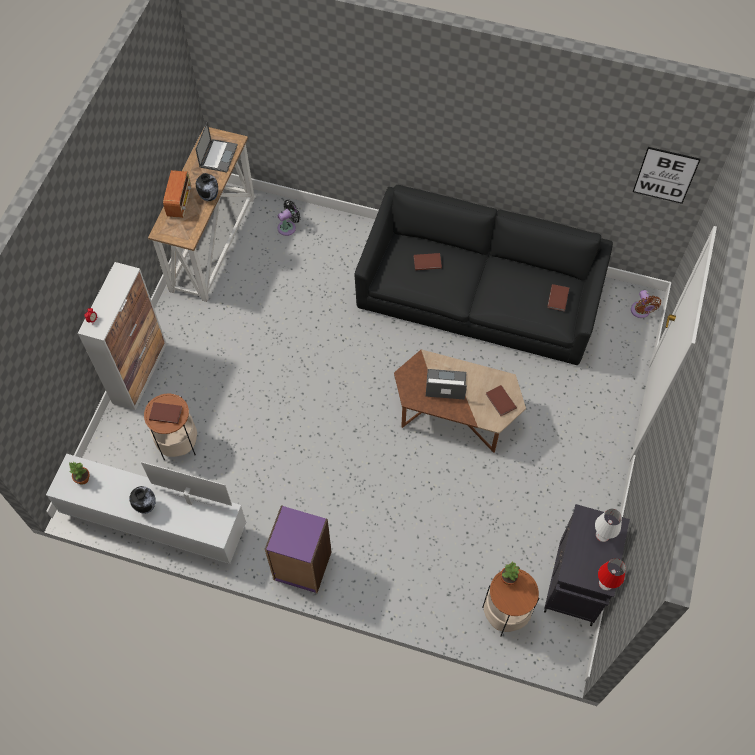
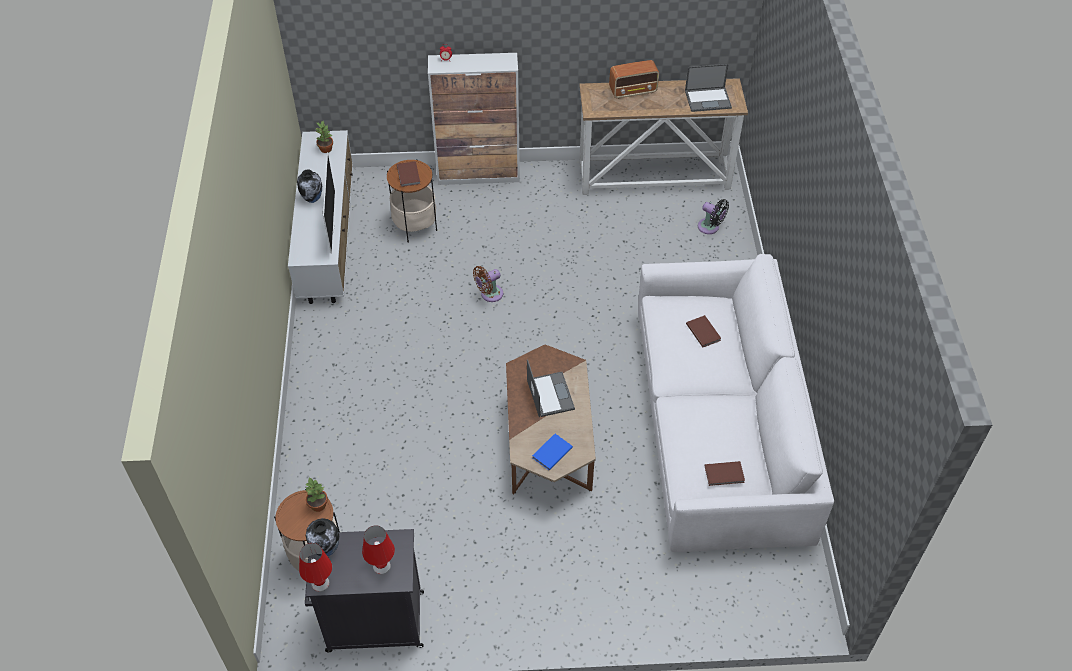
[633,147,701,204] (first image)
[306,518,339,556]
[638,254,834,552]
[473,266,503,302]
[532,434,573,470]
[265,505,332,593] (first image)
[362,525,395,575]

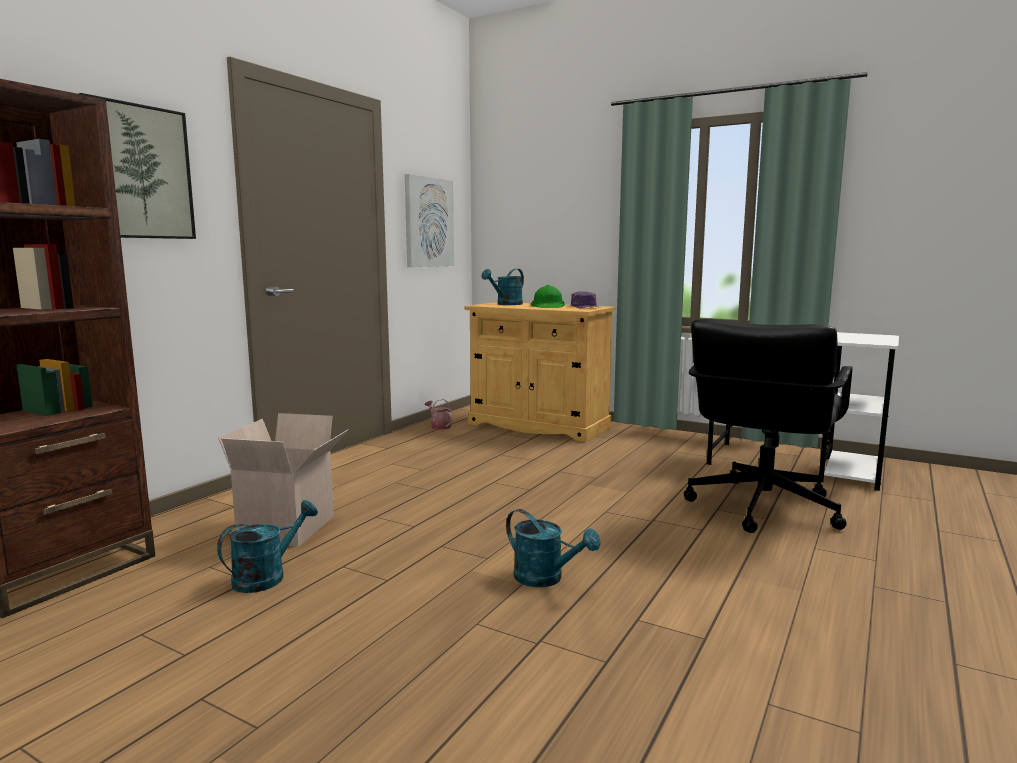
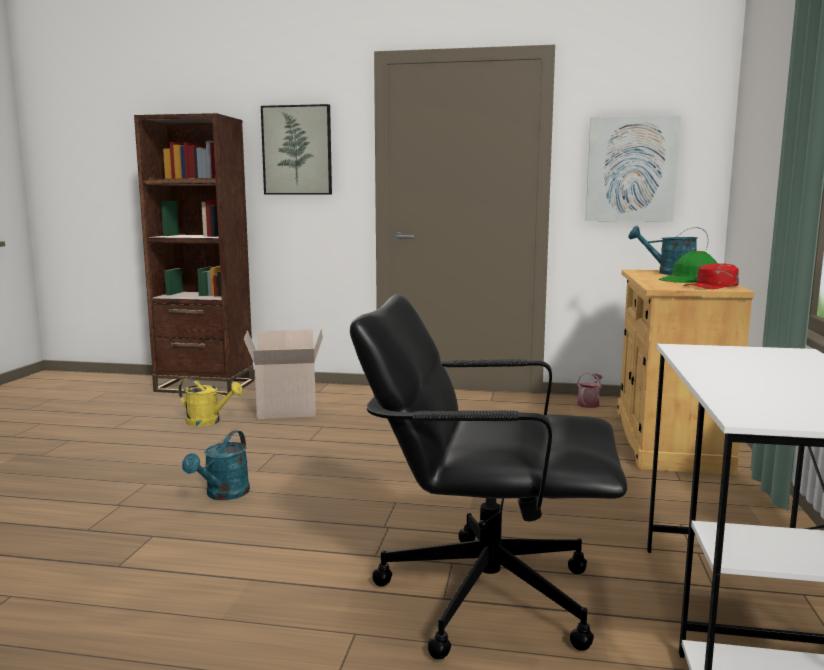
[683,263,739,289]
[178,378,243,426]

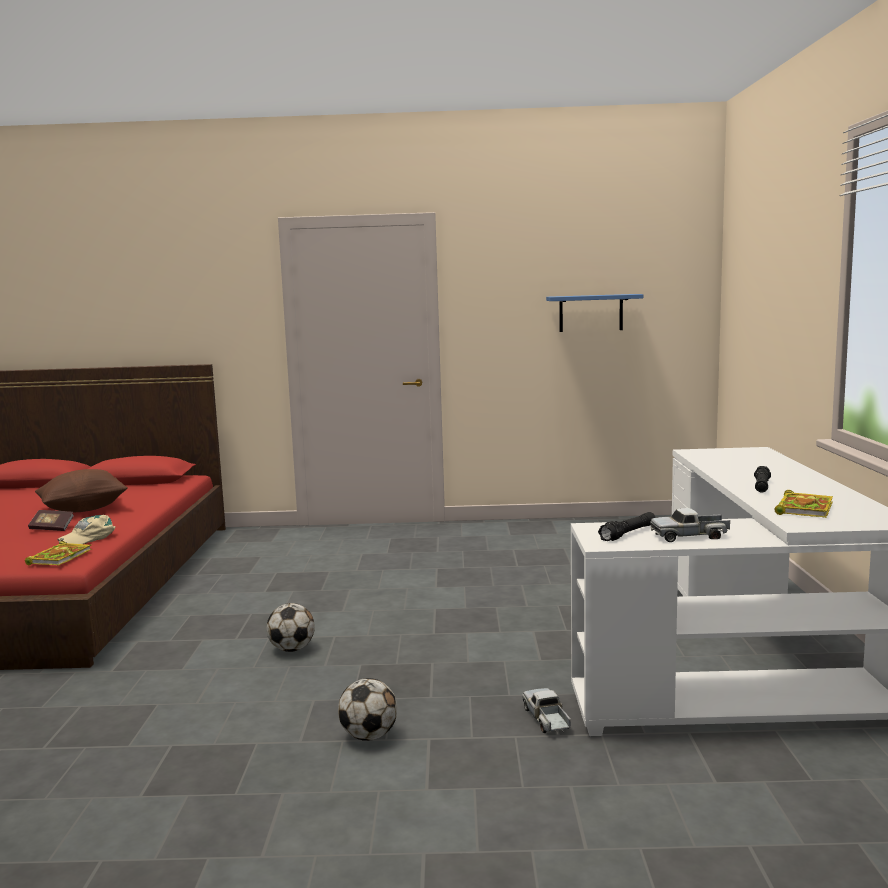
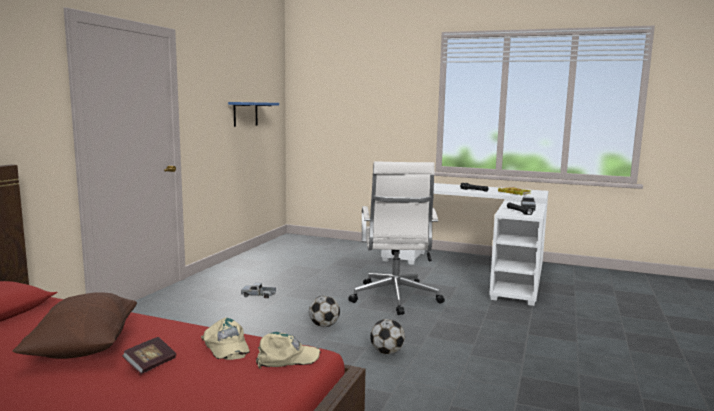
[256,332,321,369]
[309,295,340,327]
[241,283,276,298]
[349,161,445,315]

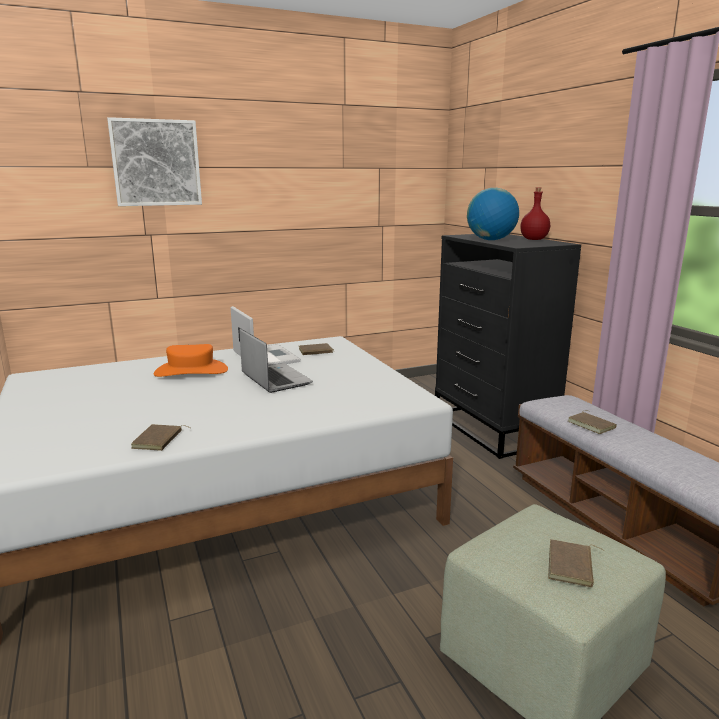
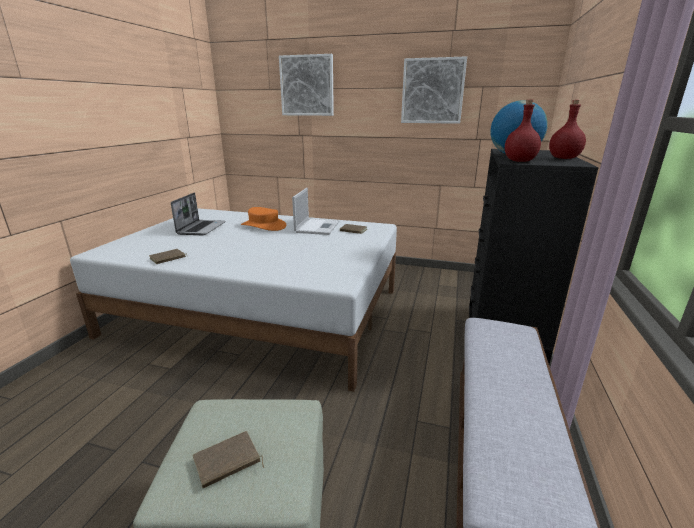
[171,193,226,235]
[568,411,617,434] (first image)
[401,56,467,124]
[505,100,541,162]

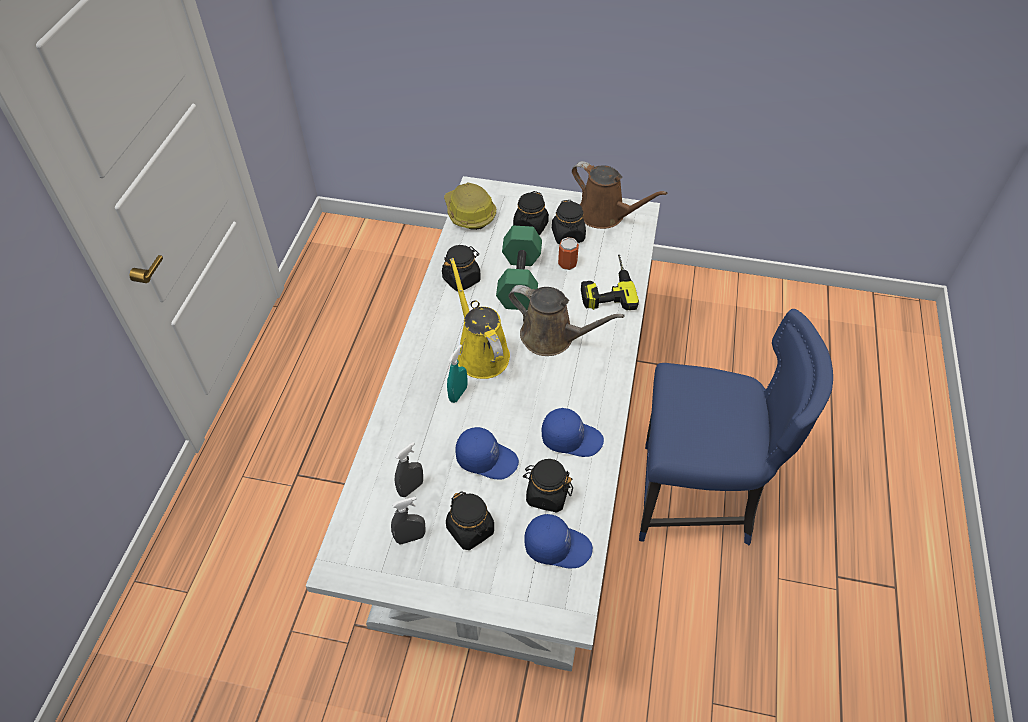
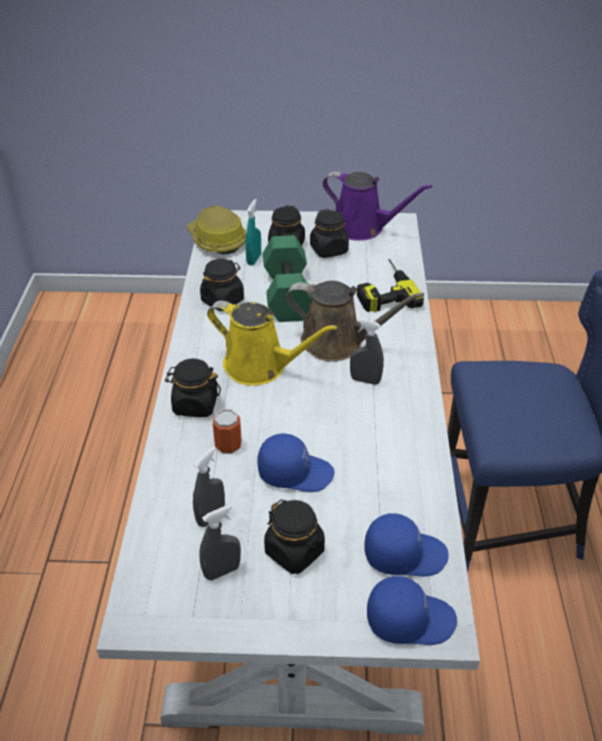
[323,171,432,241]
[213,409,242,454]
[207,301,338,386]
[245,199,261,265]
[367,576,457,645]
[165,359,221,417]
[350,319,384,385]

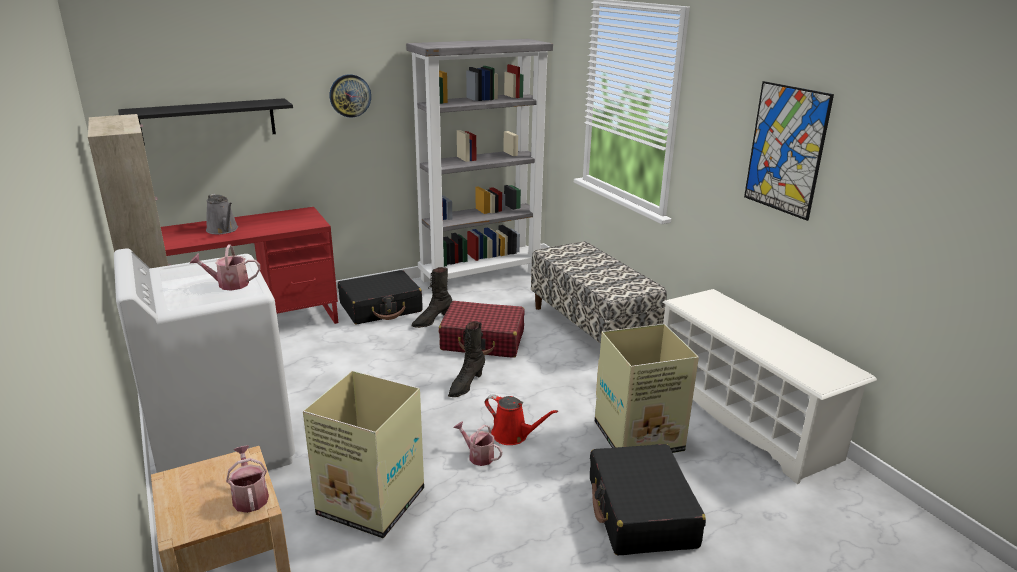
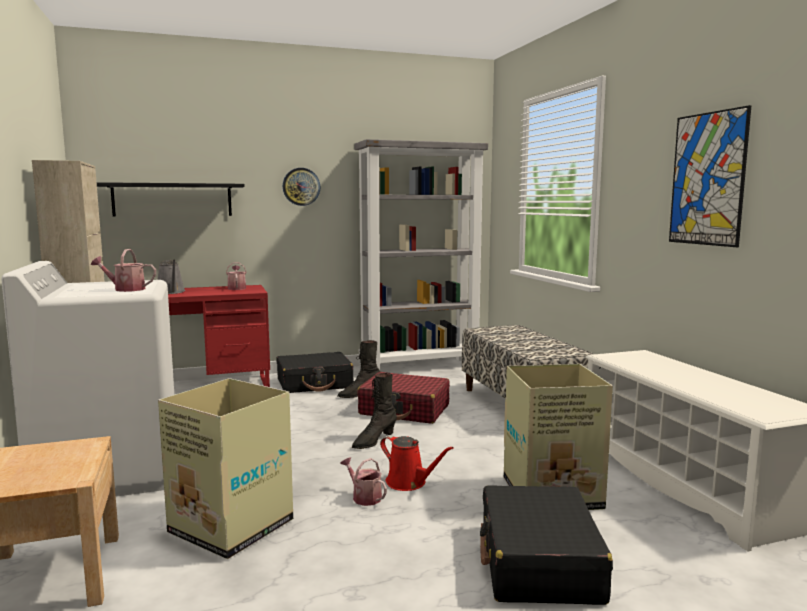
[226,263,247,290]

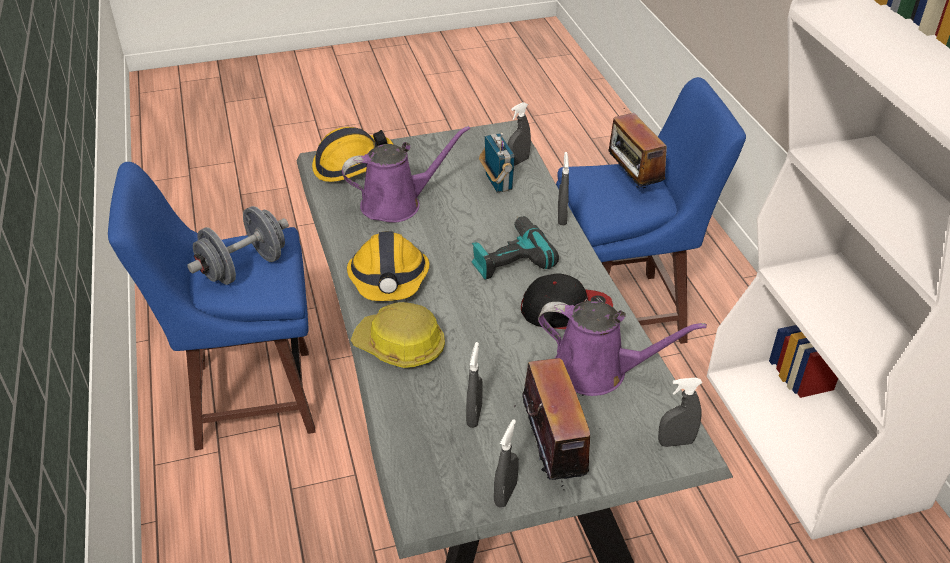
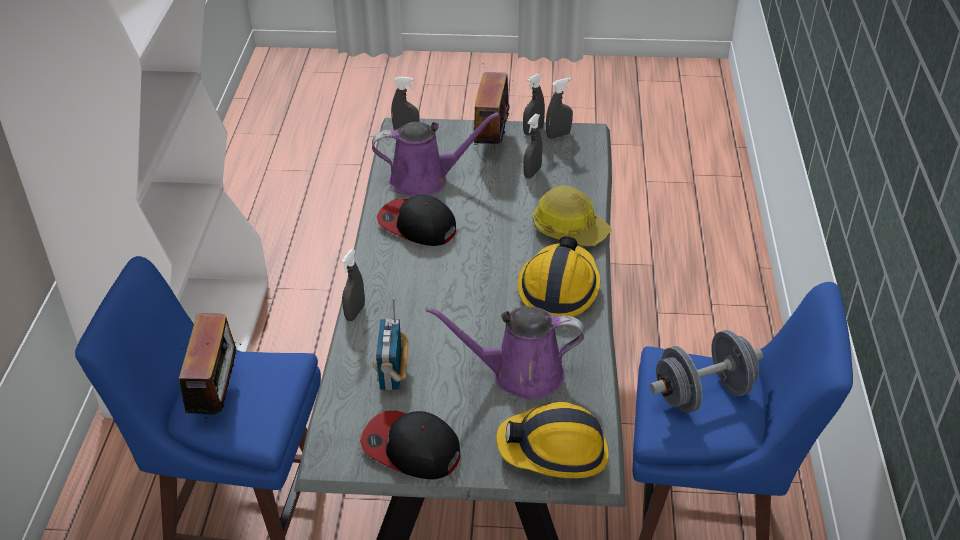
[546,77,573,139]
[472,216,559,280] (first image)
[372,113,499,197]
[360,411,460,479]

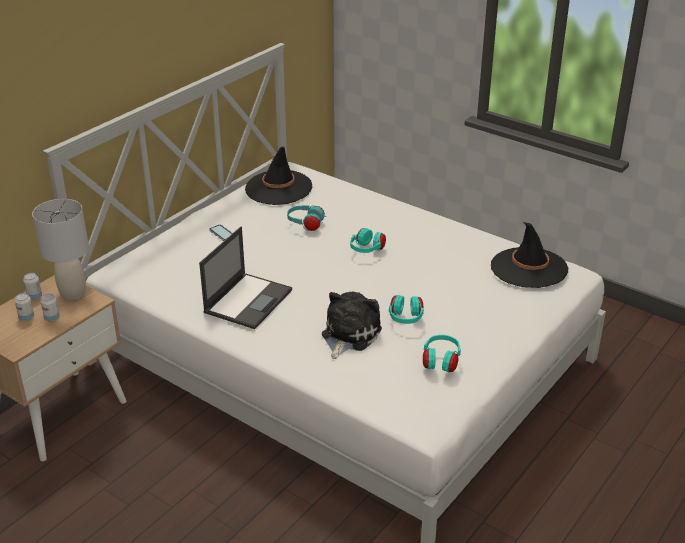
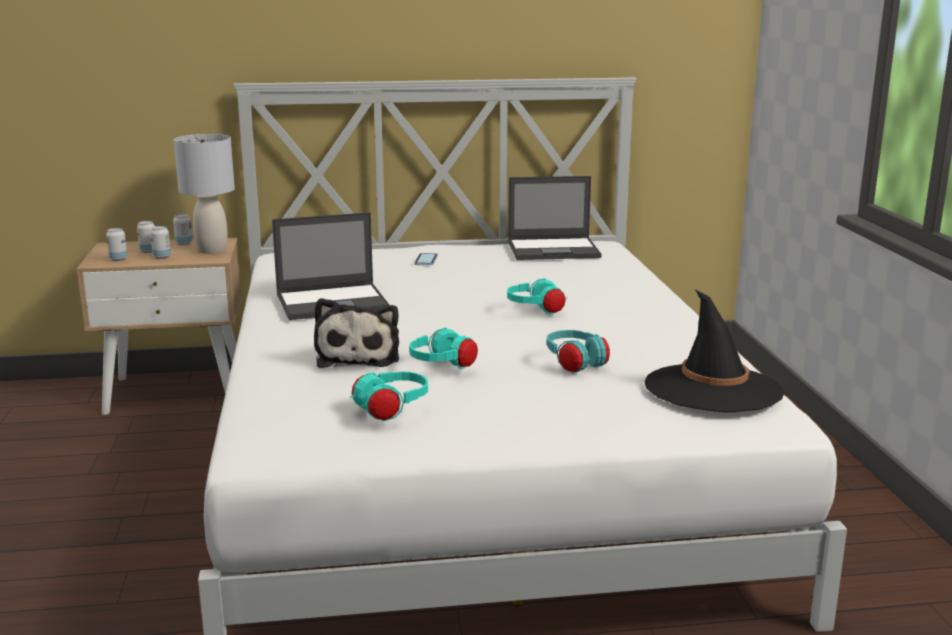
[508,176,602,260]
[547,330,610,373]
[314,298,399,368]
[106,228,127,261]

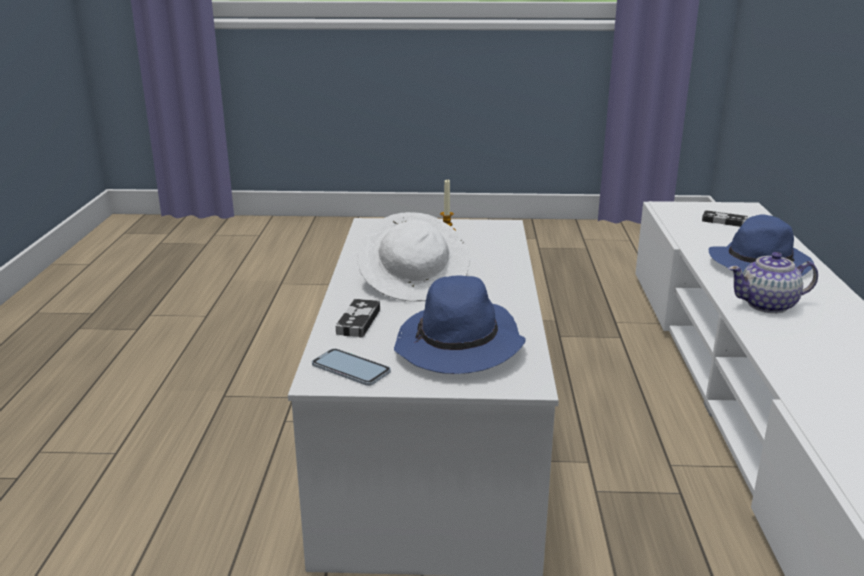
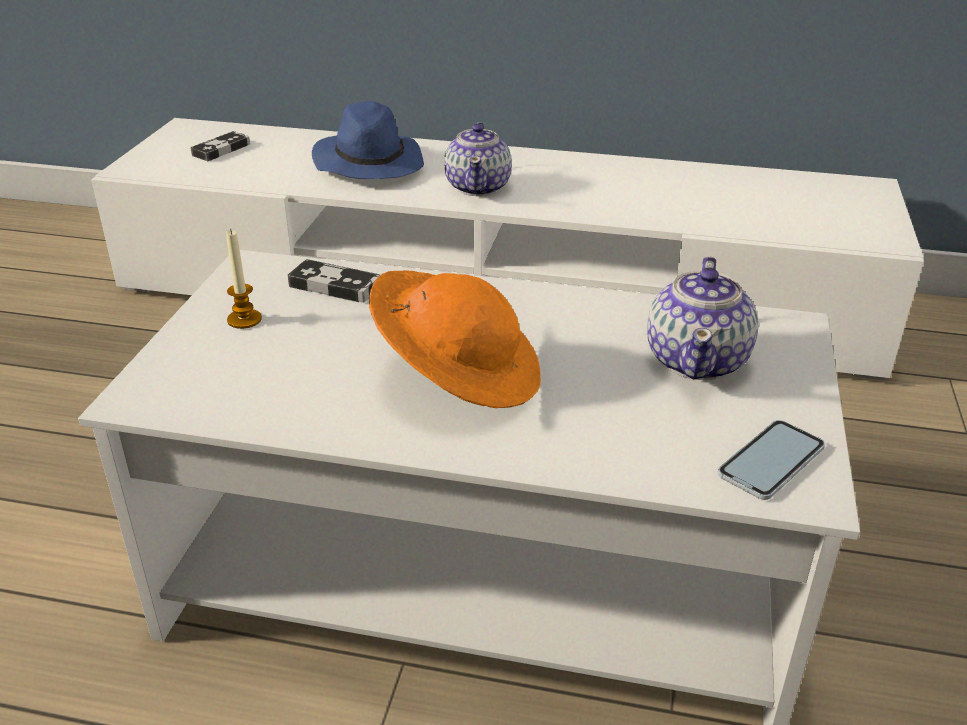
[369,270,541,408]
[647,256,758,380]
[288,259,380,303]

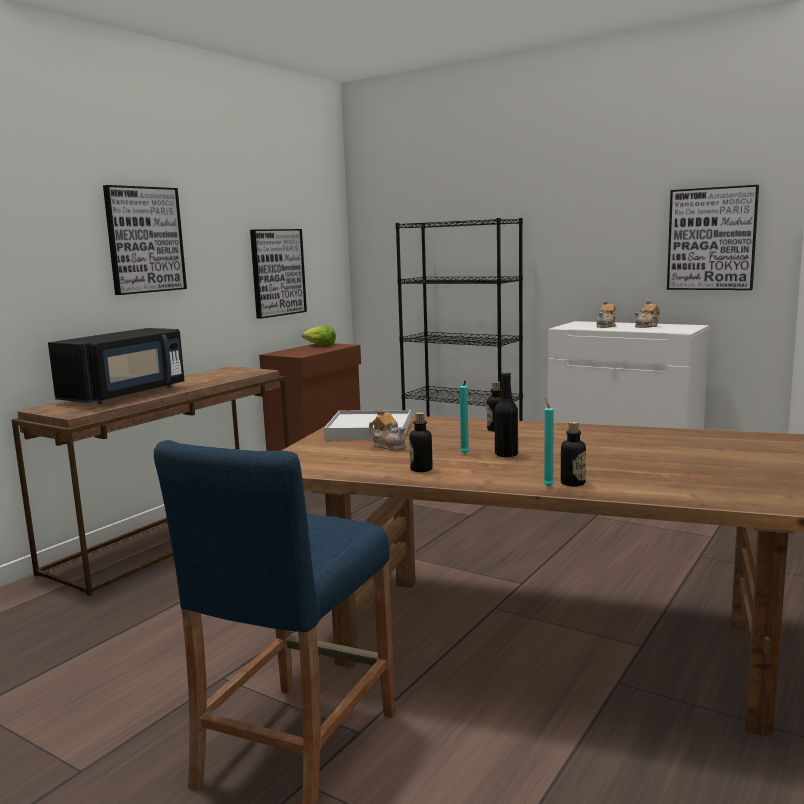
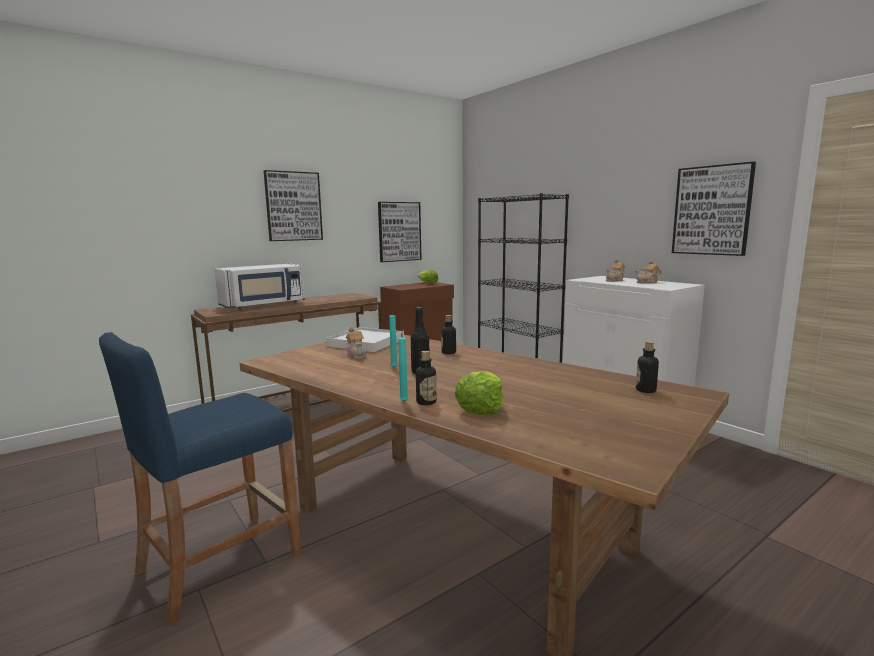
[215,264,305,310]
[636,341,659,393]
[455,371,504,415]

